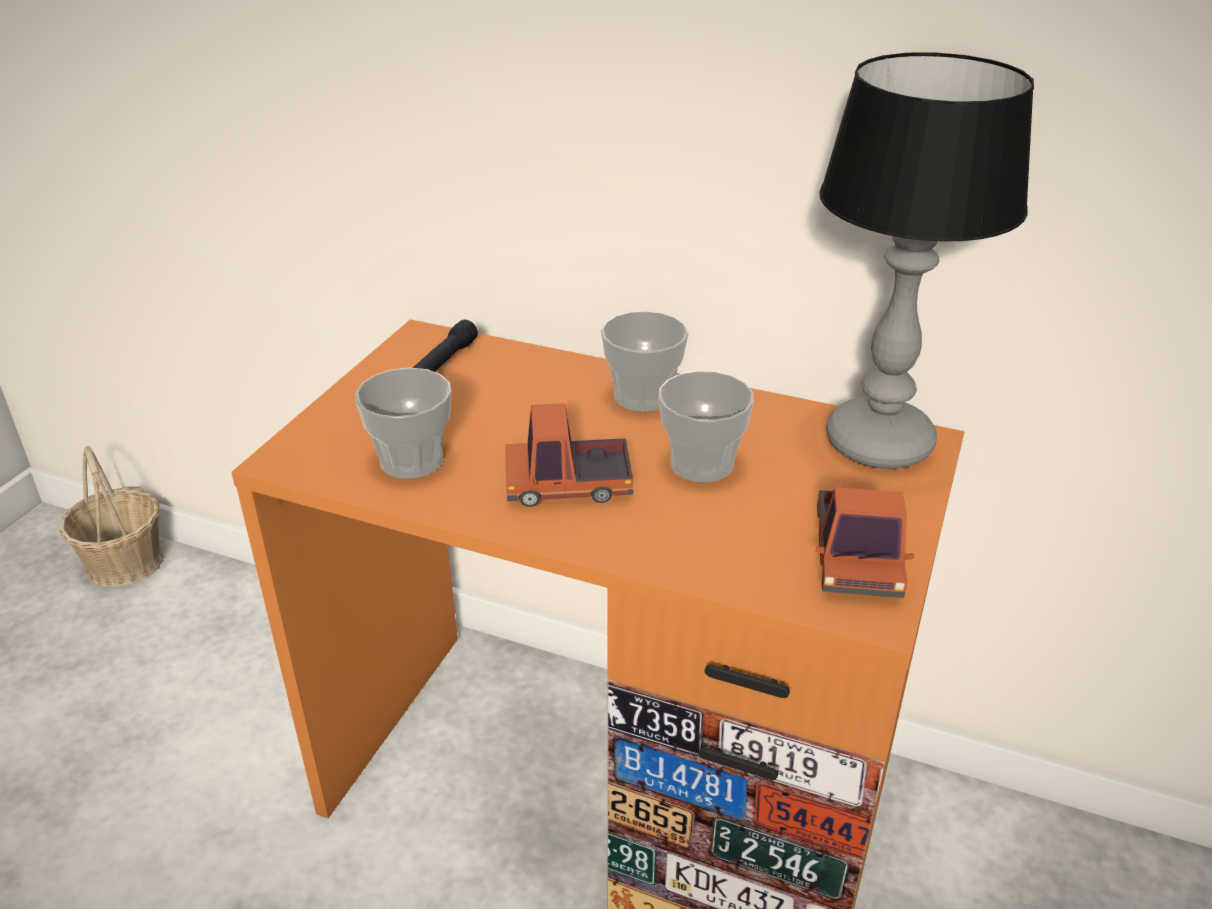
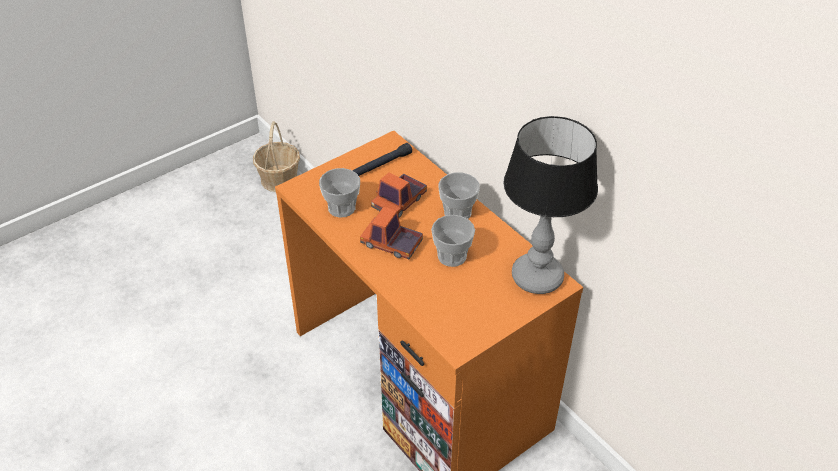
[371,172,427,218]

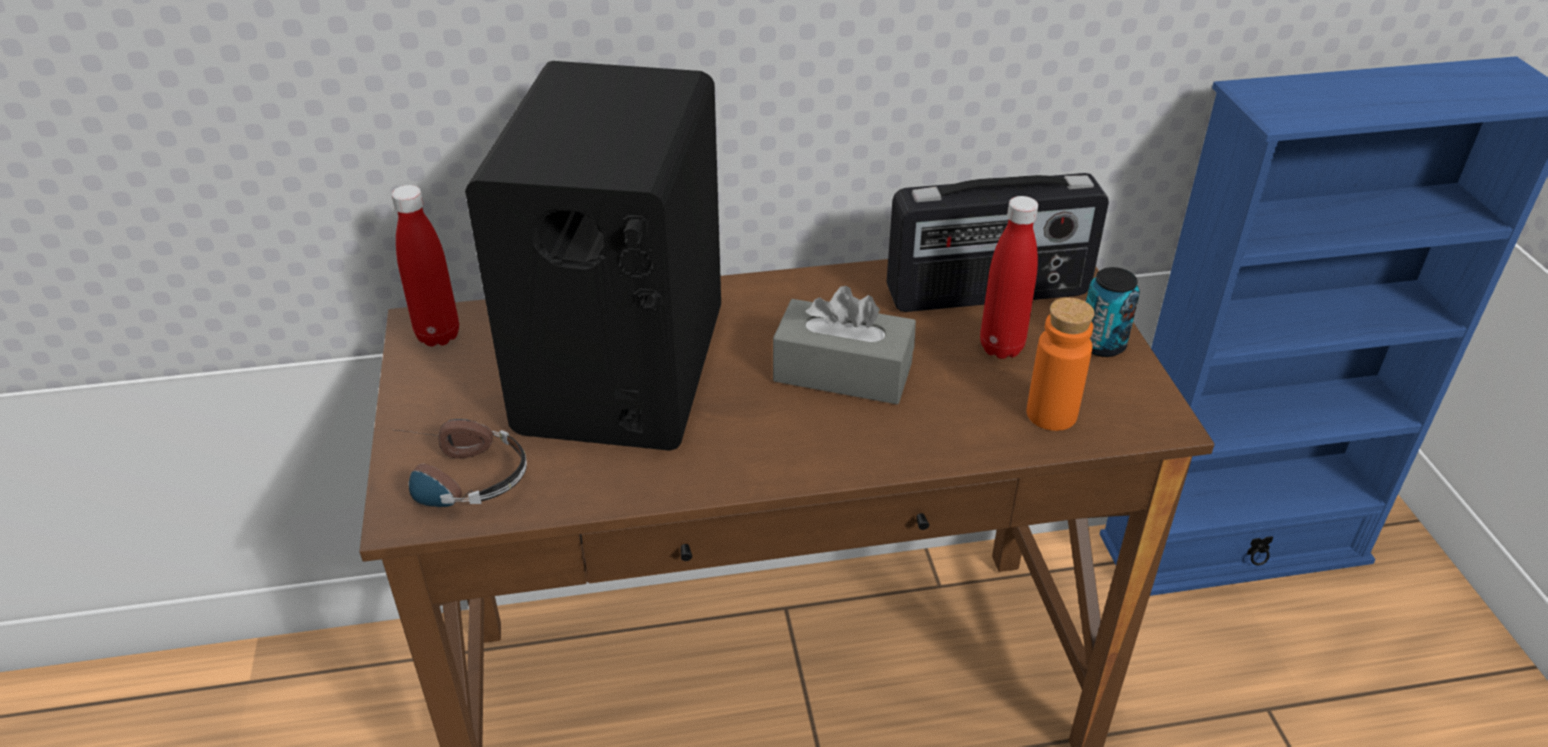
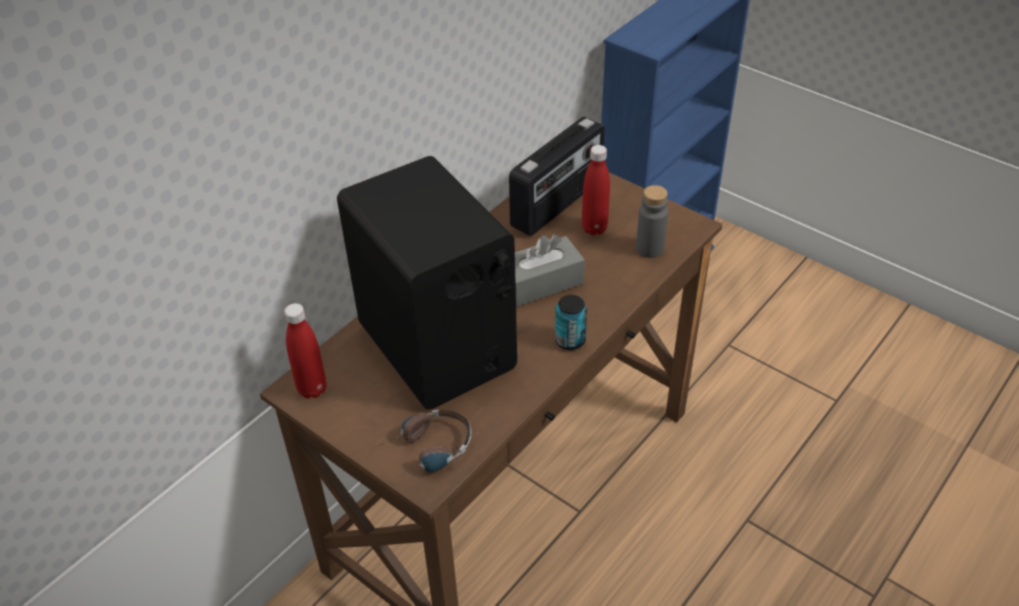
[555,295,587,350]
[636,185,668,258]

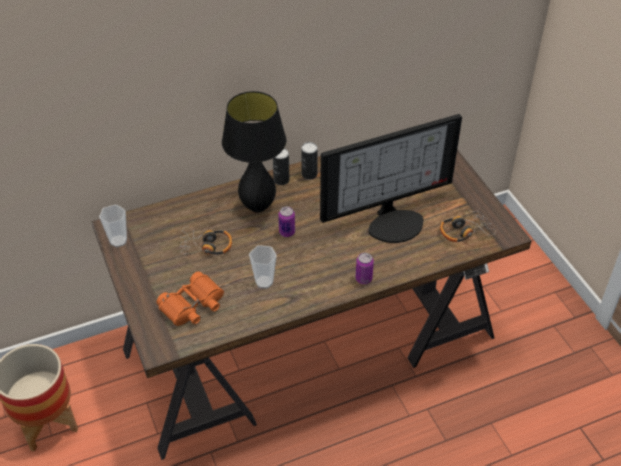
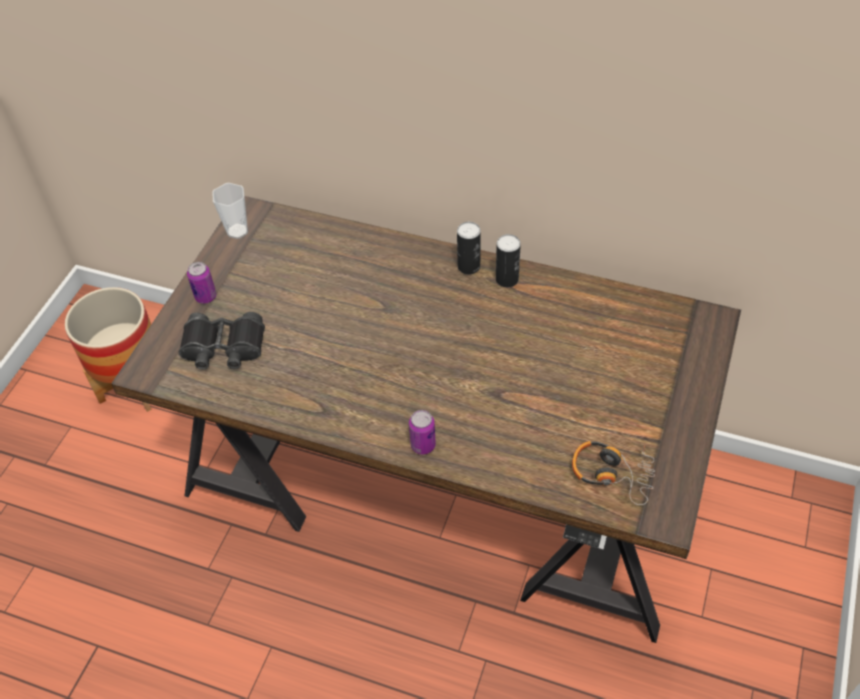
[222,91,287,213] (first image)
[320,114,462,243] (first image)
[187,262,216,304]
[180,226,232,259] (first image)
[249,245,277,289] (first image)
[178,312,265,370]

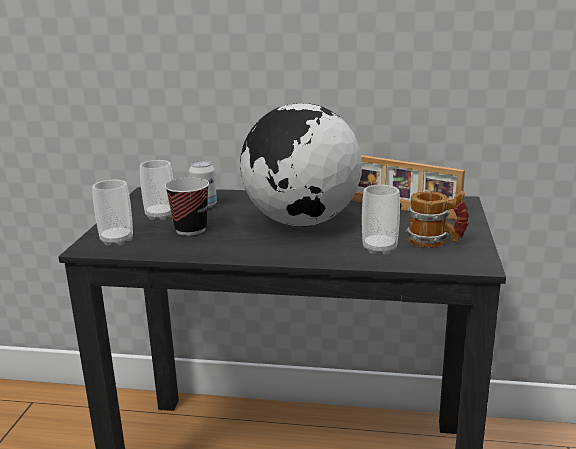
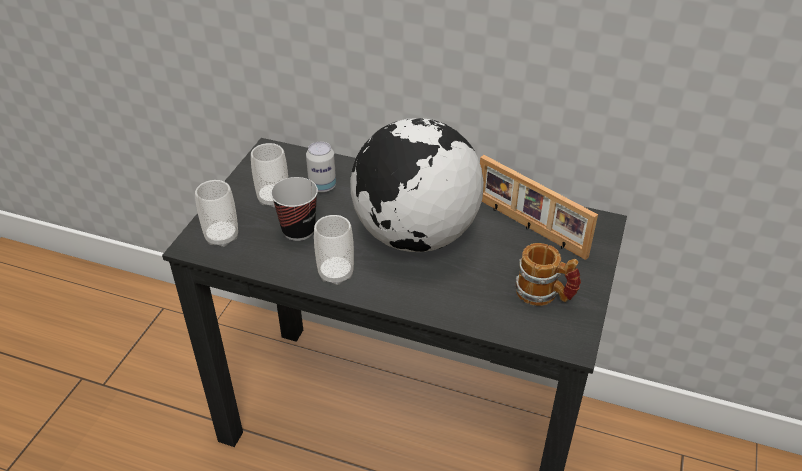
[314,215,354,285]

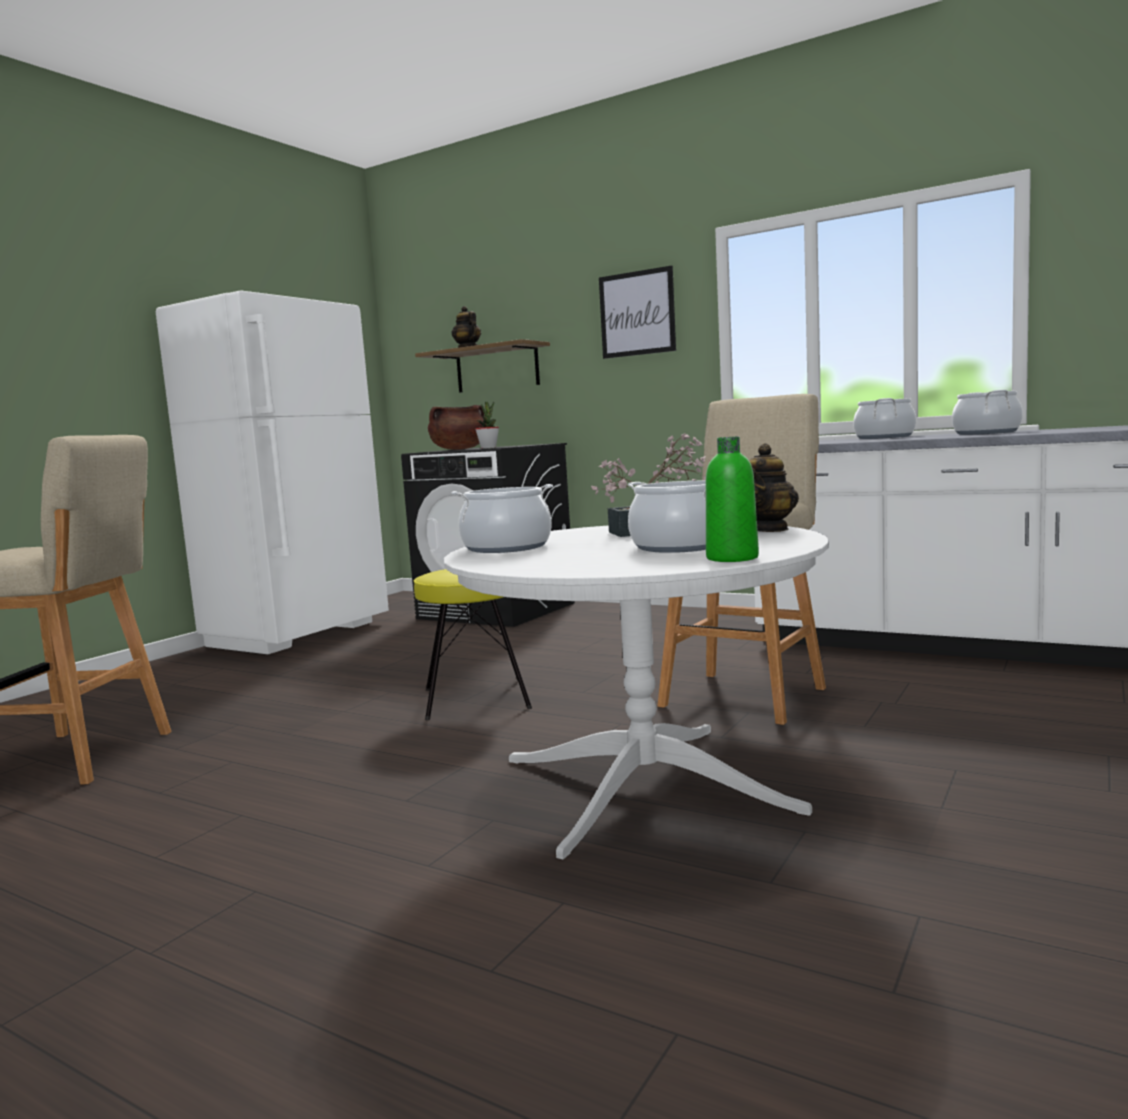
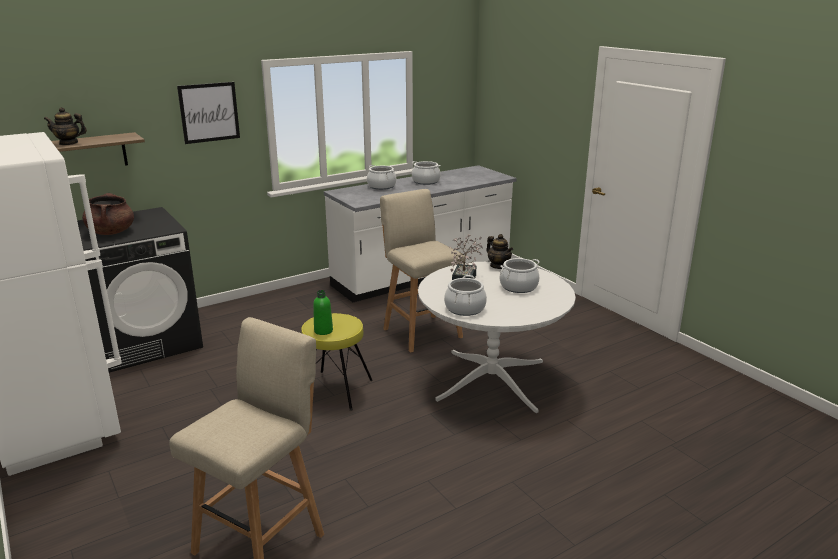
[475,402,499,449] (first image)
[313,290,333,335]

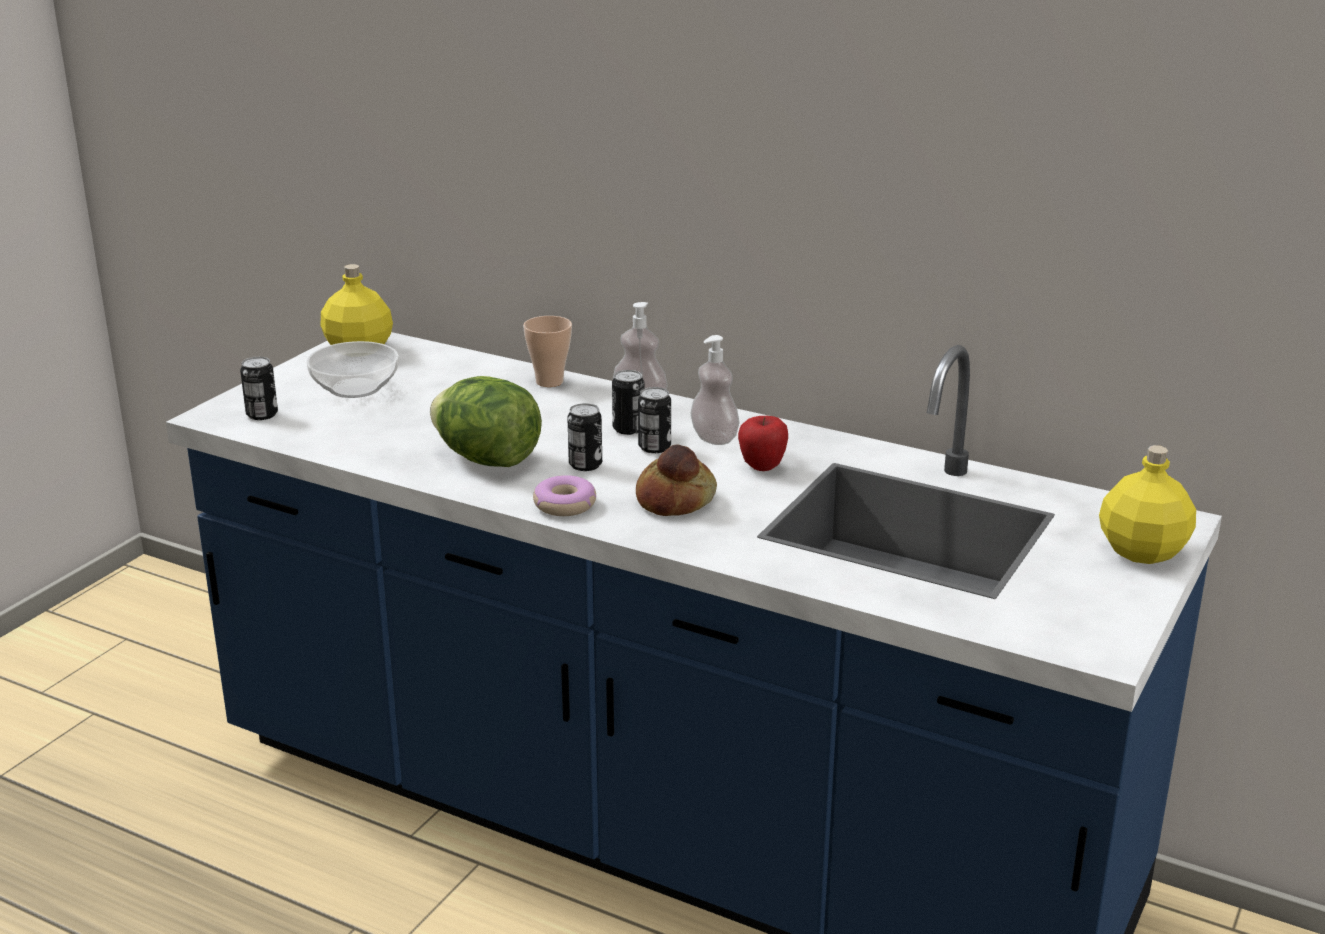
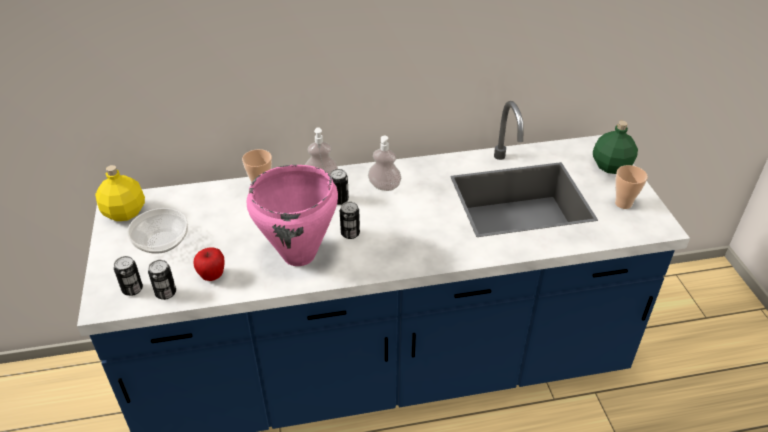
[247,165,338,266]
[148,260,176,300]
[193,247,224,281]
[636,444,717,516] (first image)
[593,121,638,174]
[533,475,596,516] (first image)
[615,165,648,209]

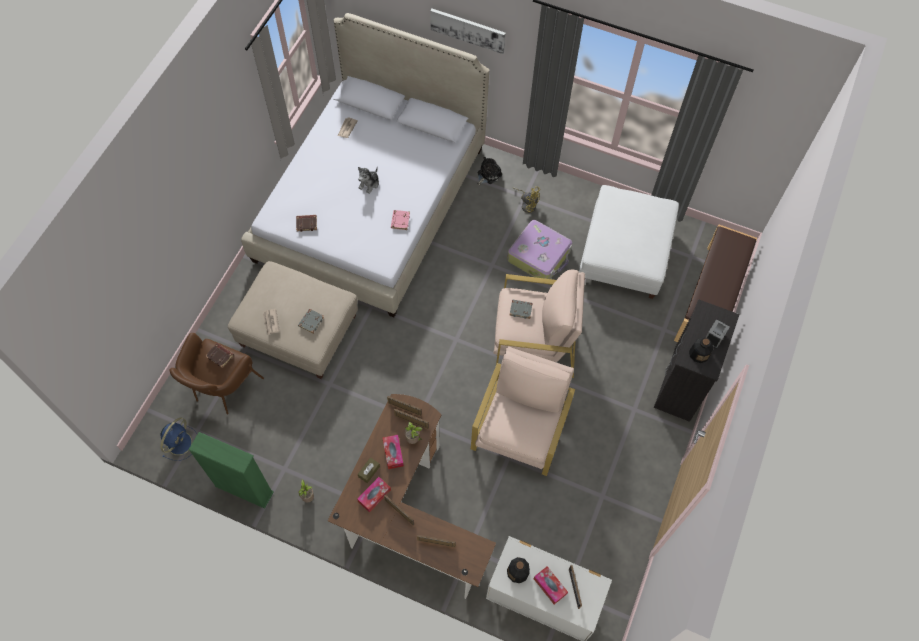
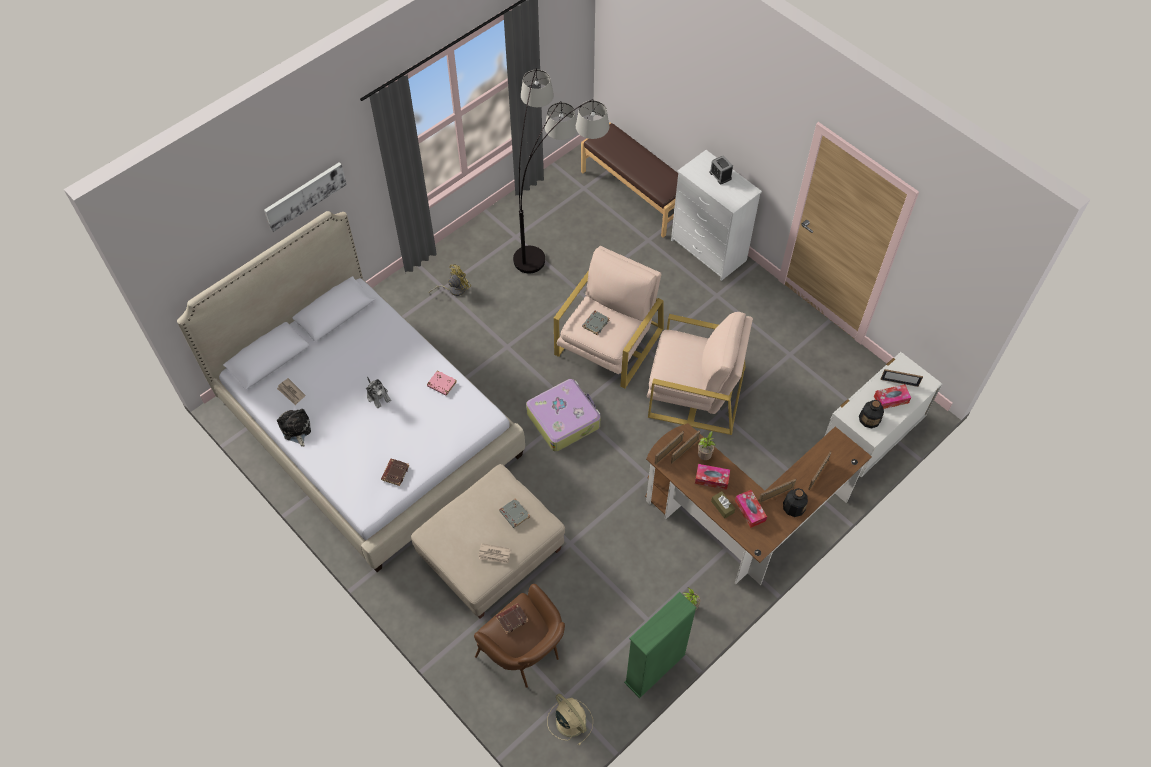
[277,409,311,447]
[513,68,609,273]
[526,379,601,452]
[671,150,762,281]
[783,488,808,517]
[647,312,753,435]
[547,693,593,745]

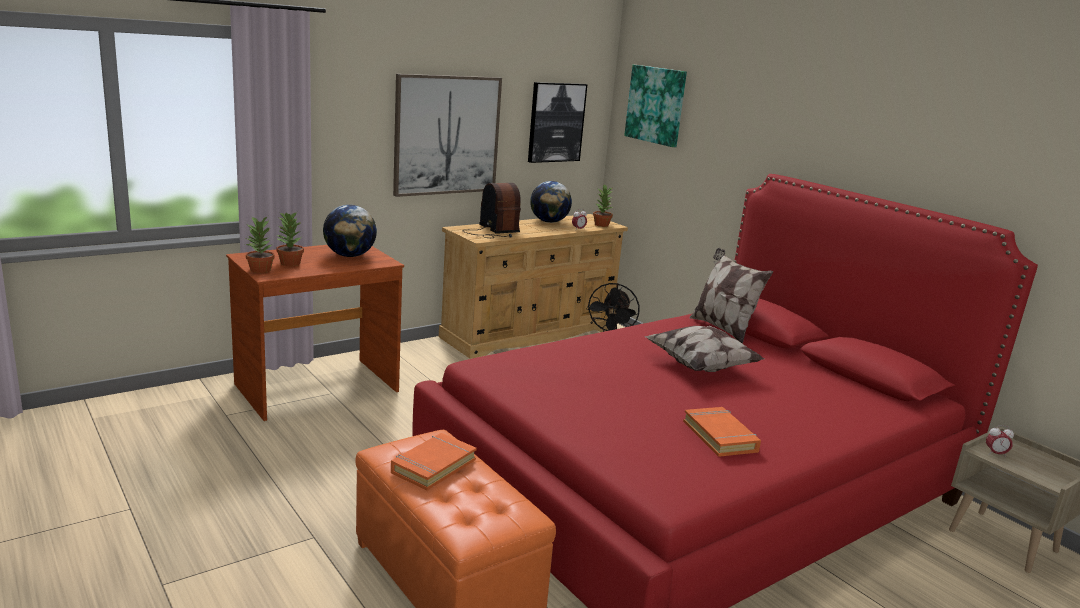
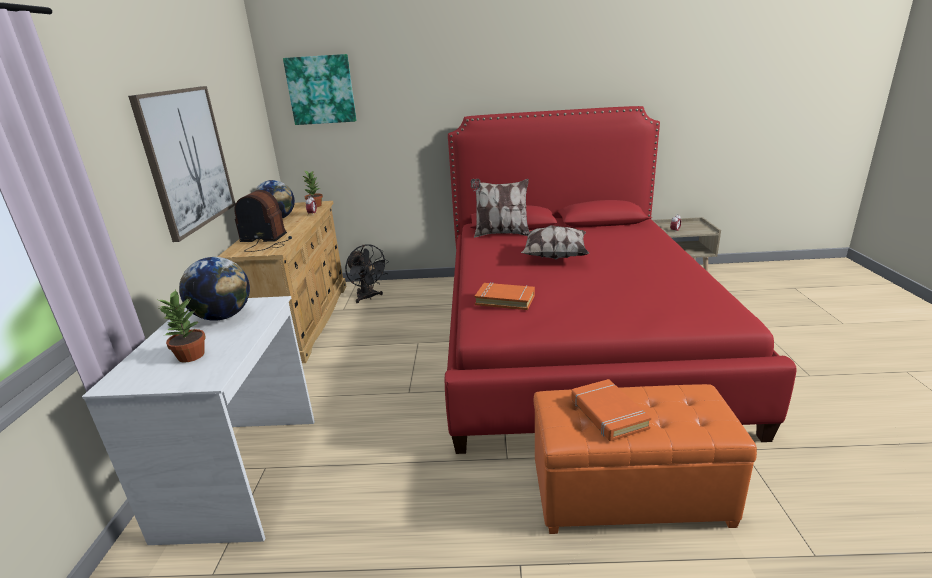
[528,82,587,163] (first image)
[245,216,275,273] (first image)
[82,296,315,545]
[474,283,535,310]

